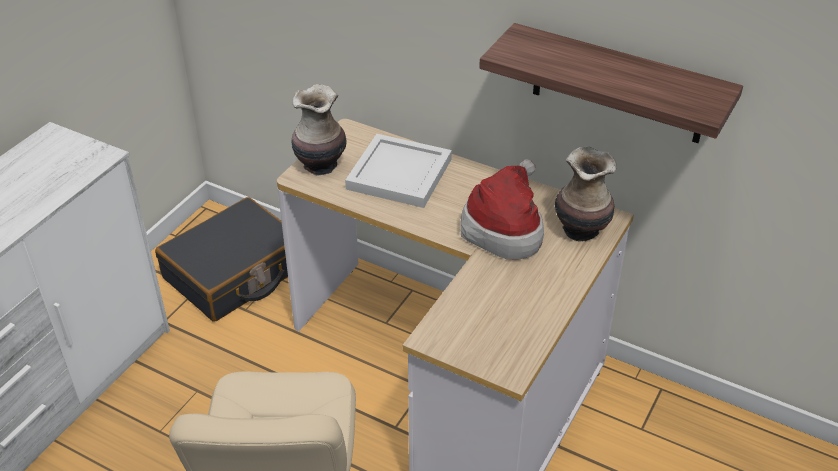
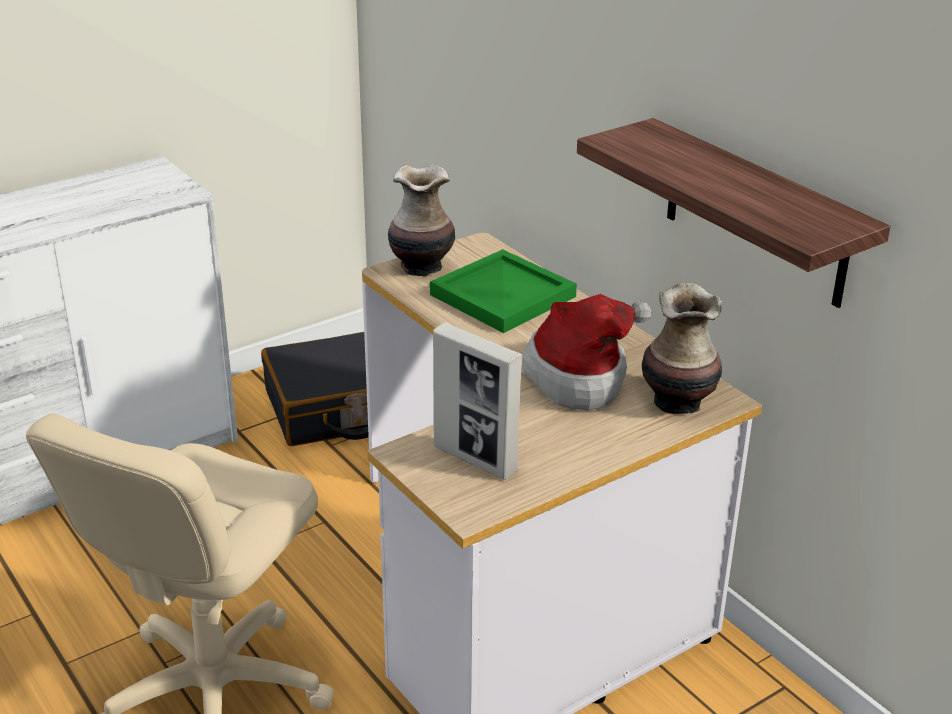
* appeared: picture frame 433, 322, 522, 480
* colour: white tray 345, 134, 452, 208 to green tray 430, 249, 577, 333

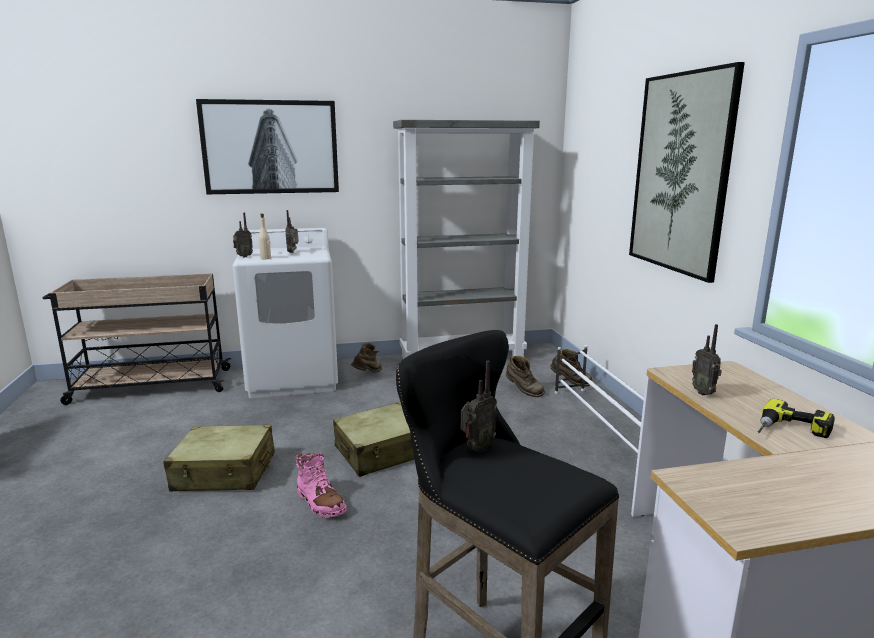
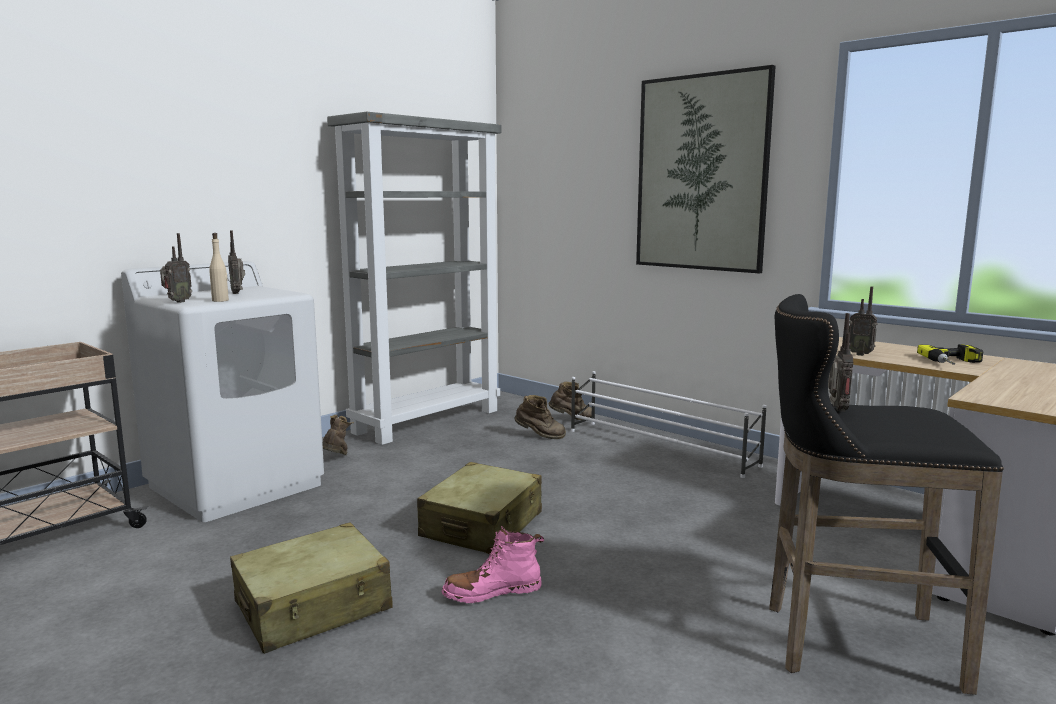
* missing: picture 196, 99, 339, 194
* spun: pink boot 295, 453, 347, 518 = 442, 525, 544, 603 150 degrees clockwise

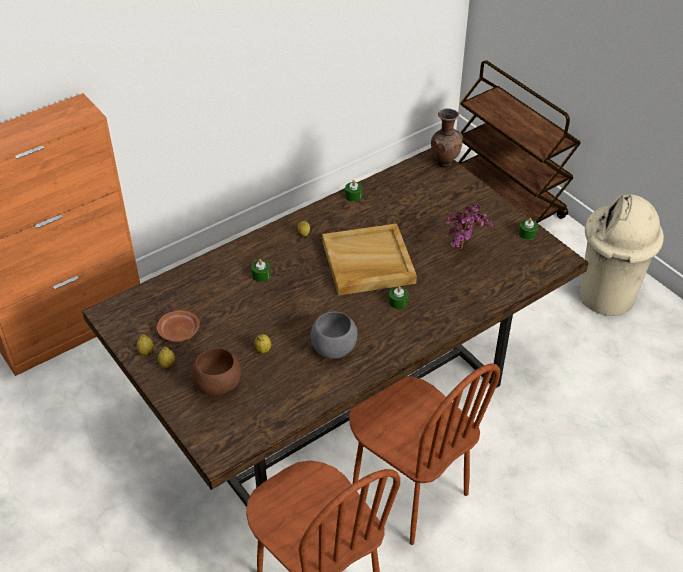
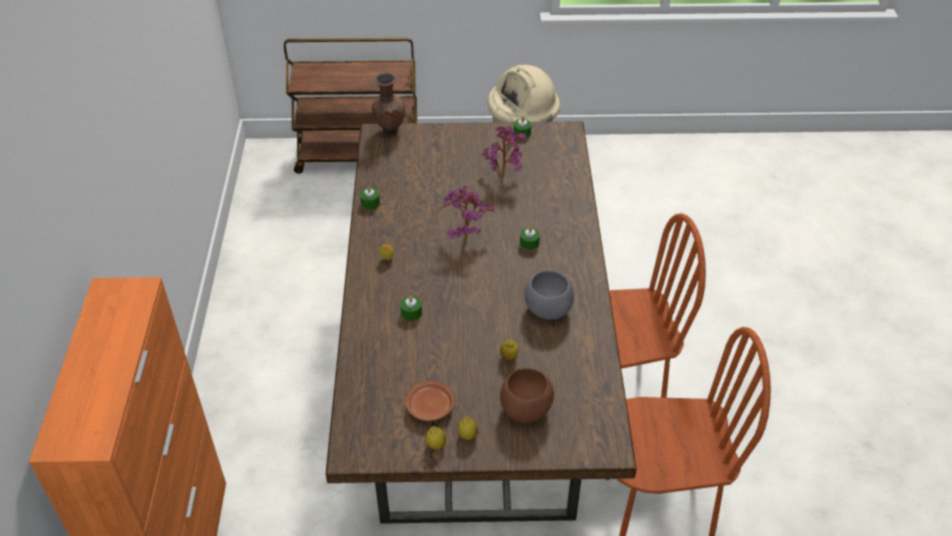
* exchanged: beige tray 322, 223, 417, 296 to potted plant 443, 186, 495, 242

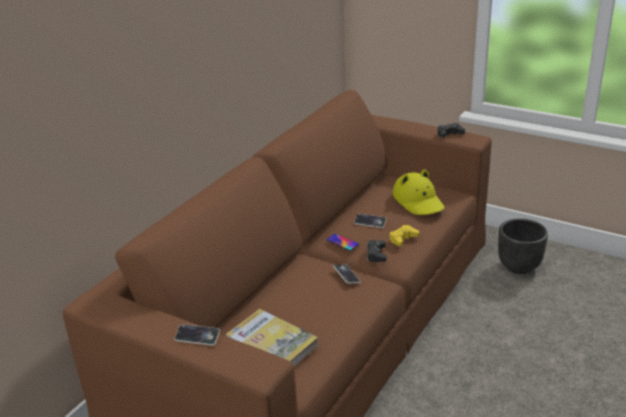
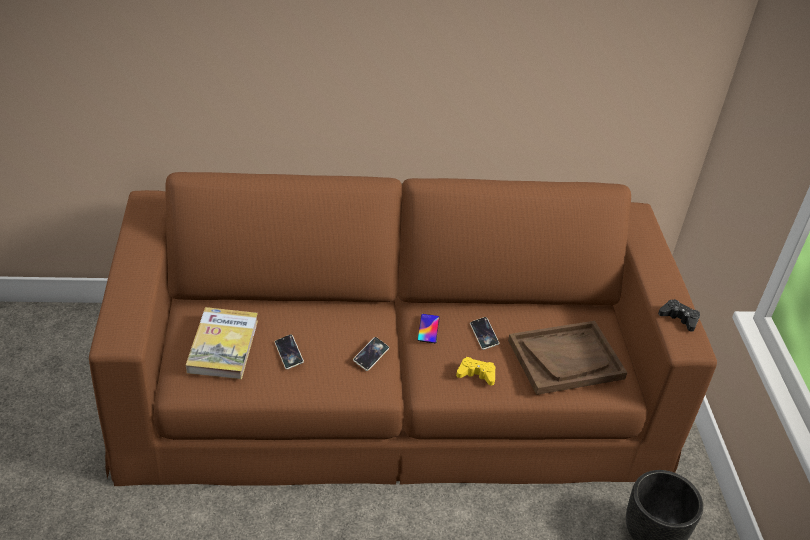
* missing: black game controller 366, 240, 387, 262
* relocated: phone 174, 324, 220, 346 to 275, 334, 304, 369
* exchanged: yellow hat 392, 169, 444, 215 to brown tray 508, 321, 627, 395

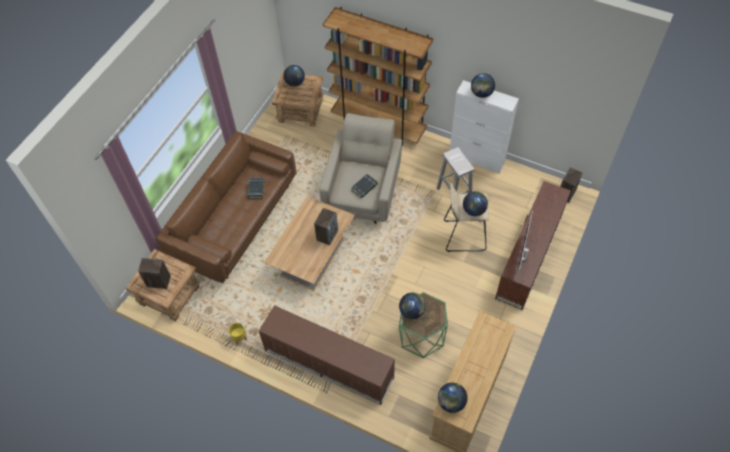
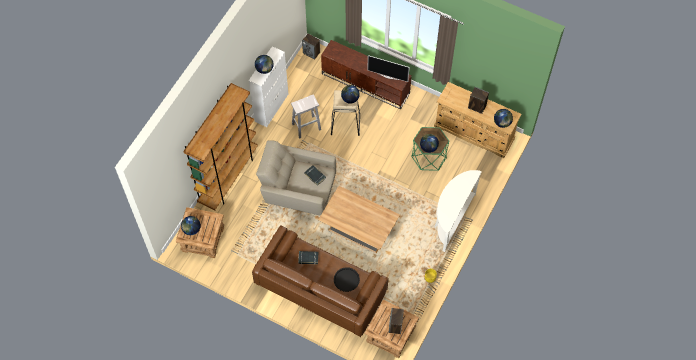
* appeared: black tray 334, 267, 360, 292
* relocated: speaker 314, 208, 338, 246 to 468, 87, 489, 114
* exchanged: brown tv stand 259, 305, 395, 405 to white console table 434, 170, 482, 252

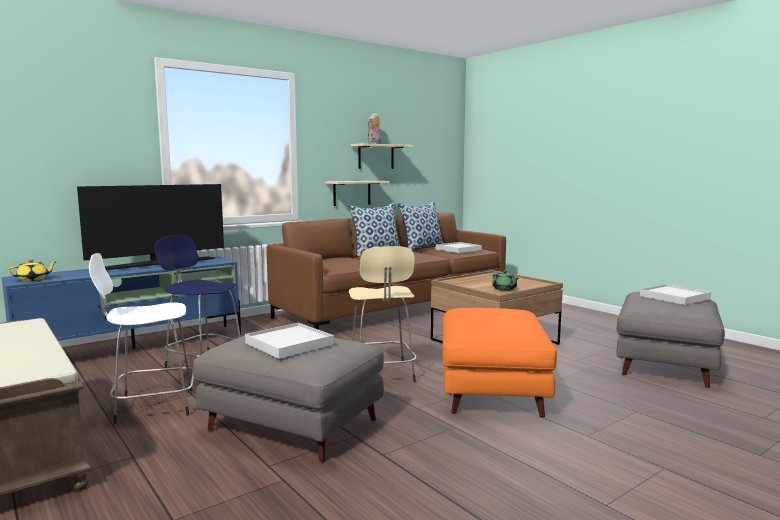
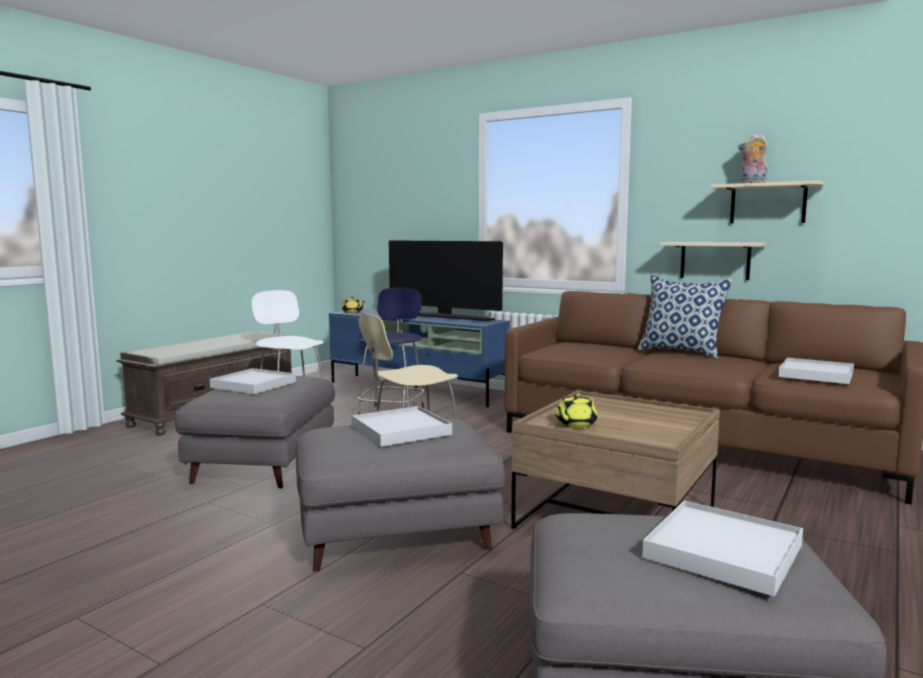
* missing: pillow 398, 201, 444, 251
* appeared: white tray 352, 406, 452, 447
* colour: orange ottoman 442, 308, 557, 418 to grey ottoman 295, 419, 505, 572
* colour: green teapot 492, 271, 519, 291 to yellow teapot 556, 393, 597, 428

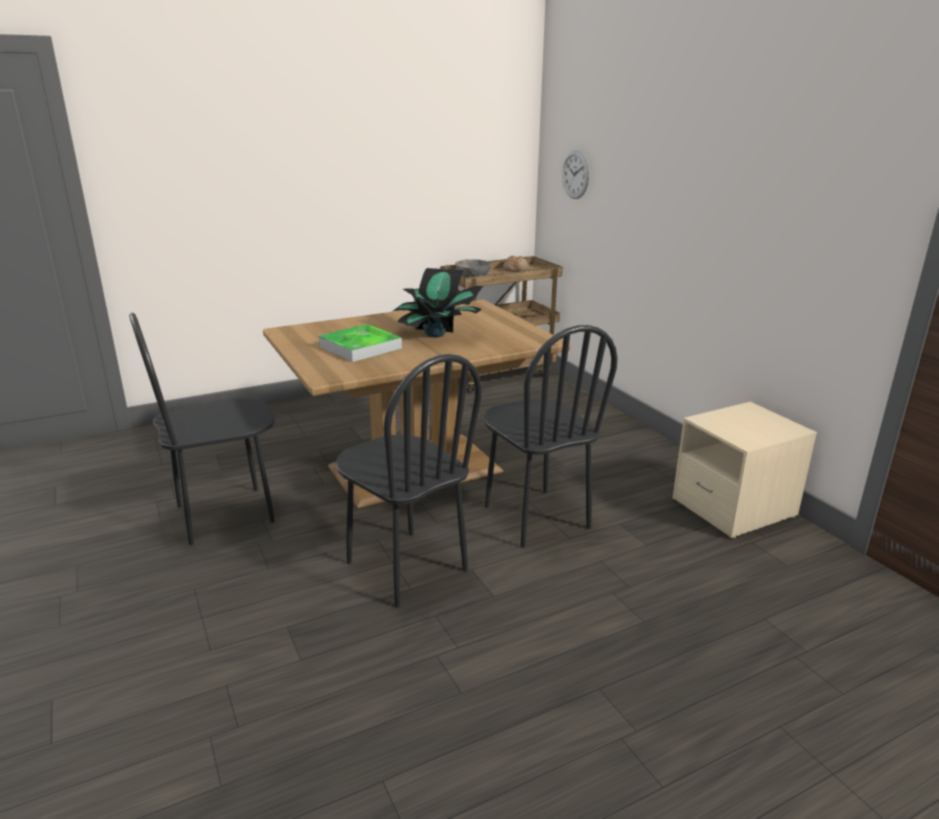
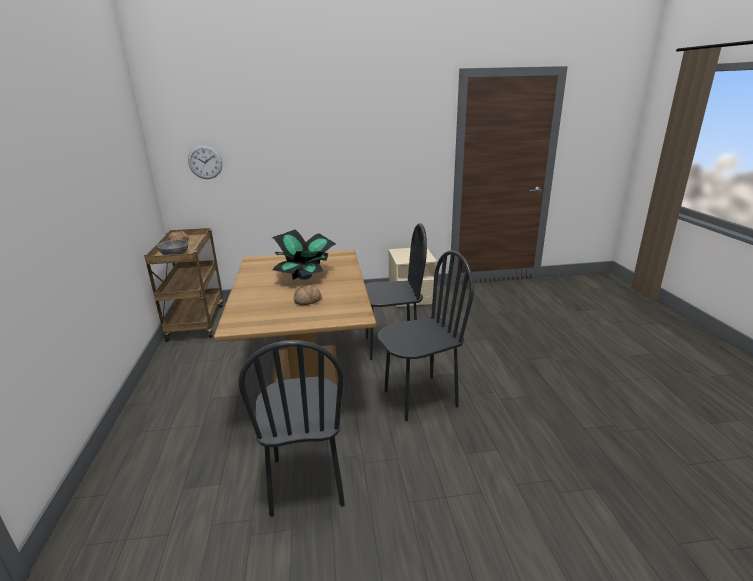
* exchanged: tray 319, 324, 402, 362 to bread 294, 285, 322, 306

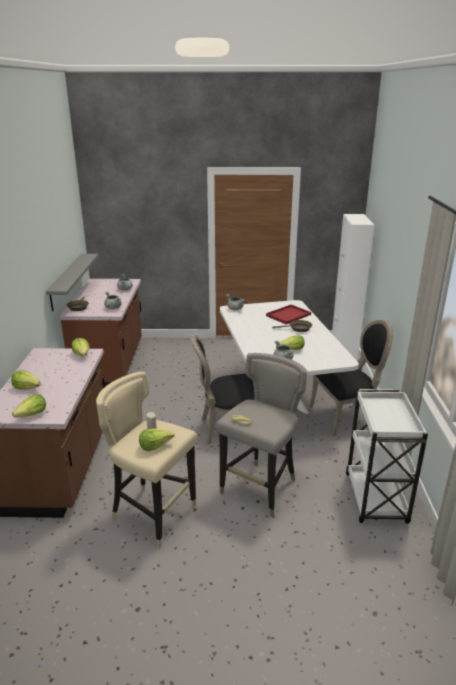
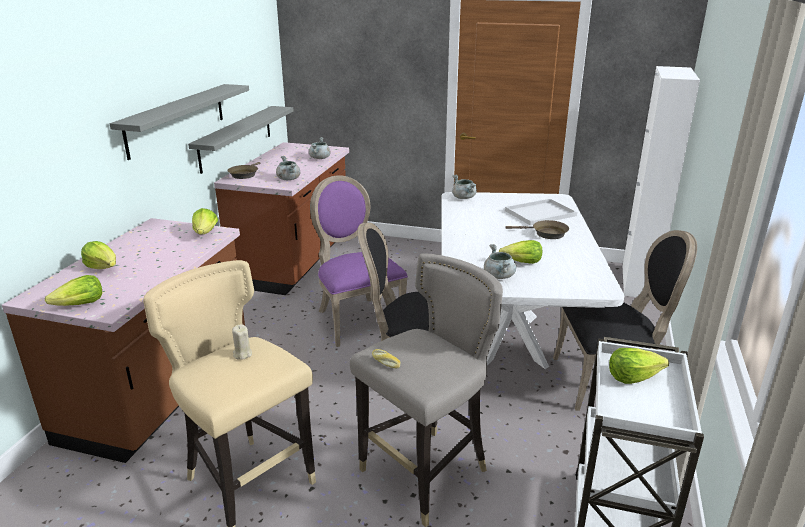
* appeared: grey shelf 109, 84, 249, 160
* appeared: purple chair 310, 175, 408, 347
* relocated: lettuce 139, 429, 175, 451 to 609, 348, 669, 384
* colour: red tray 266, 305, 311, 324 to white tray 505, 199, 577, 226

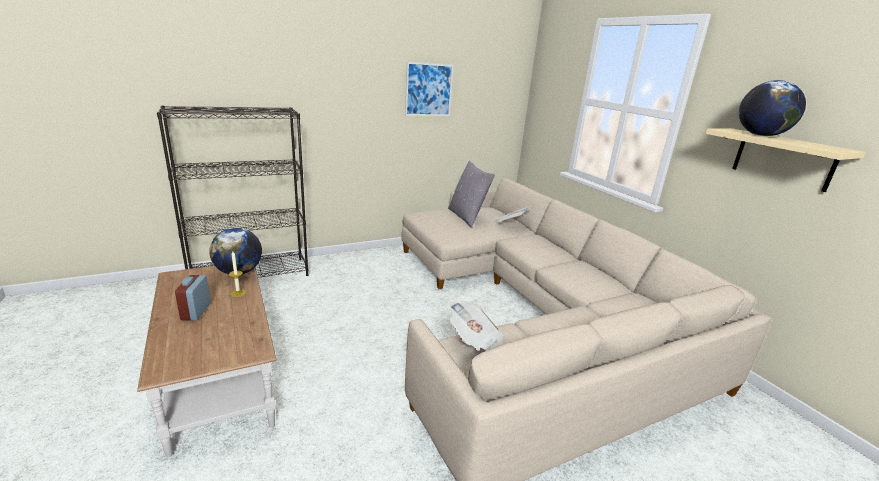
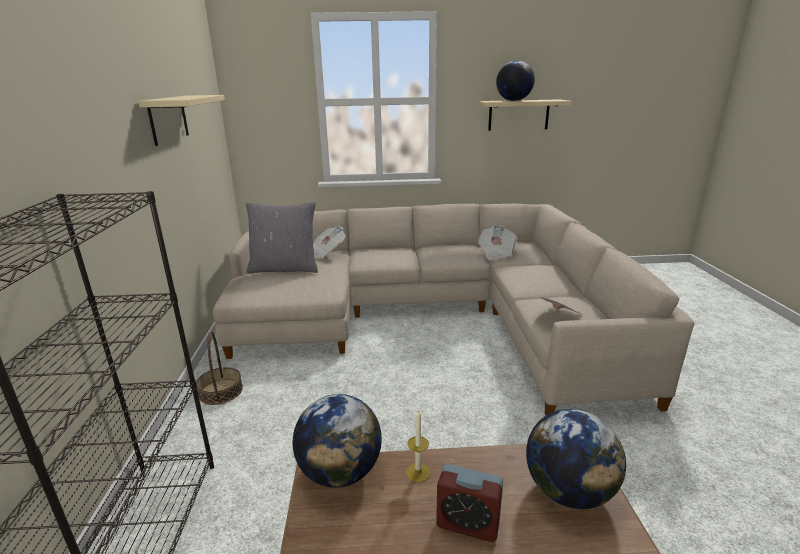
* appeared: basket 196, 331, 243, 405
* appeared: newspaper 478, 225, 518, 260
* appeared: globe 526, 409, 626, 509
* exchanged: picture 405, 62, 454, 116 to beige shelf 138, 95, 225, 146

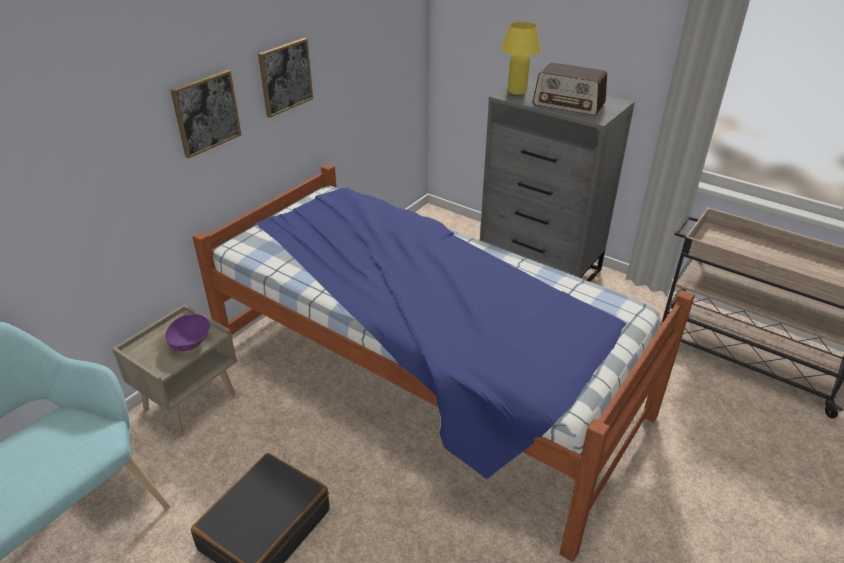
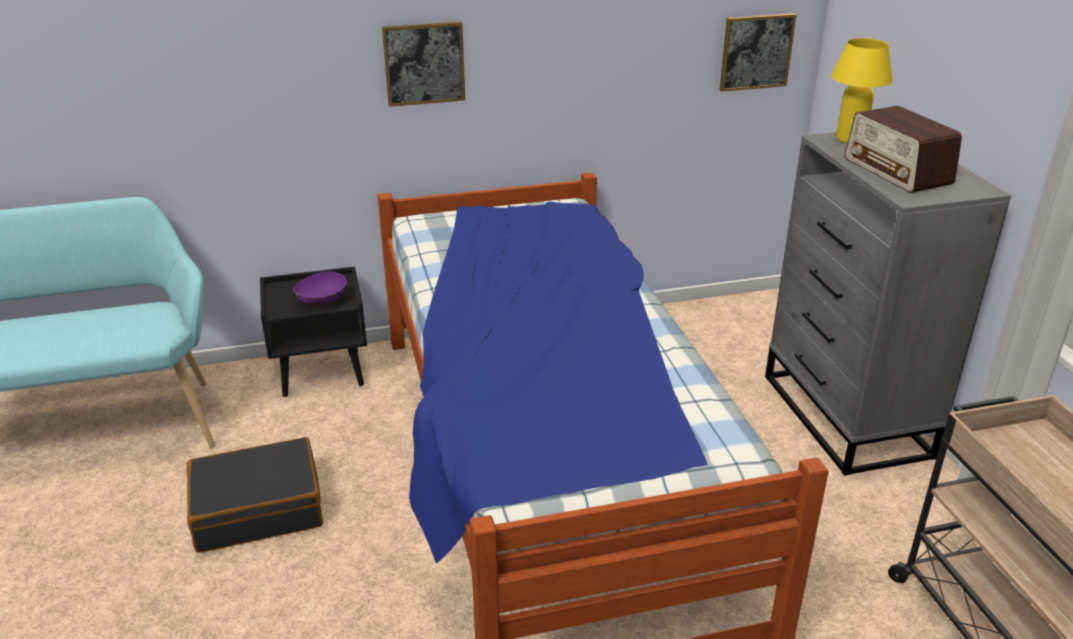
* relocated: picture 258, 38, 313, 118 to 719, 13, 796, 92
* colour: beige nightstand 112, 304, 237, 436 to black nightstand 260, 267, 367, 397

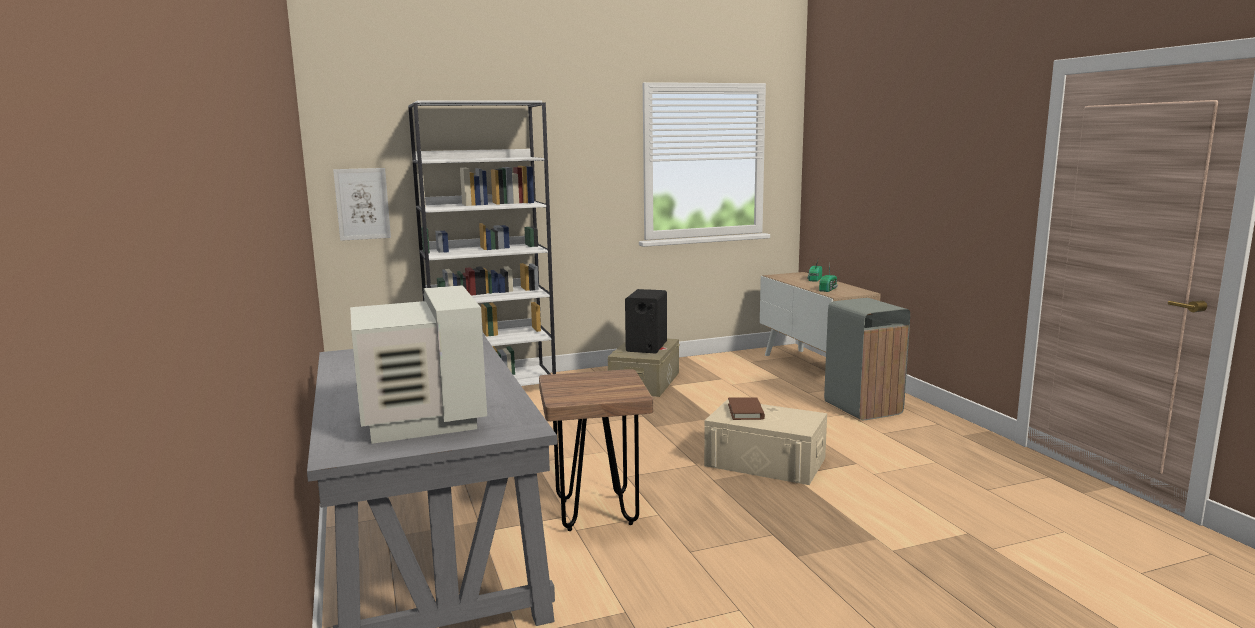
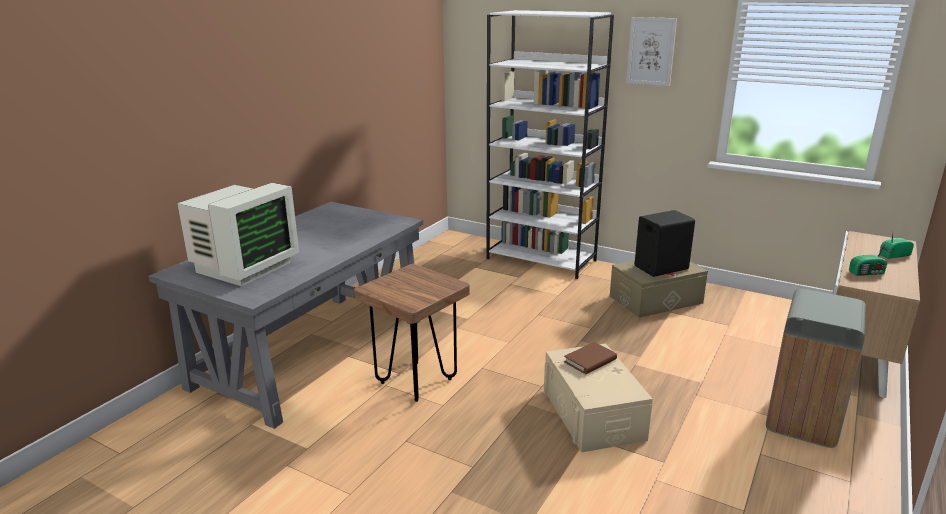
* relocated: picture 333, 168, 391, 241 to 626, 17, 677, 86

